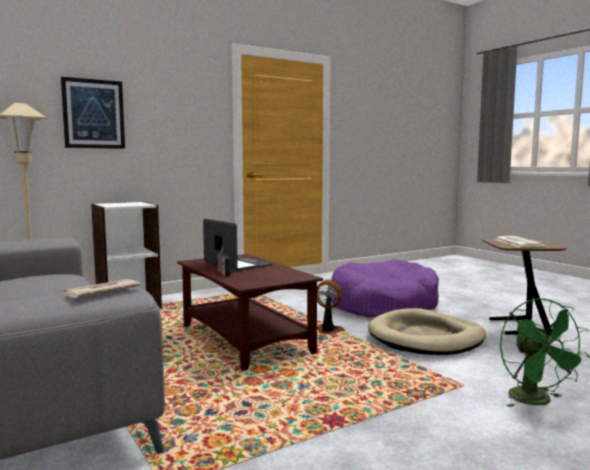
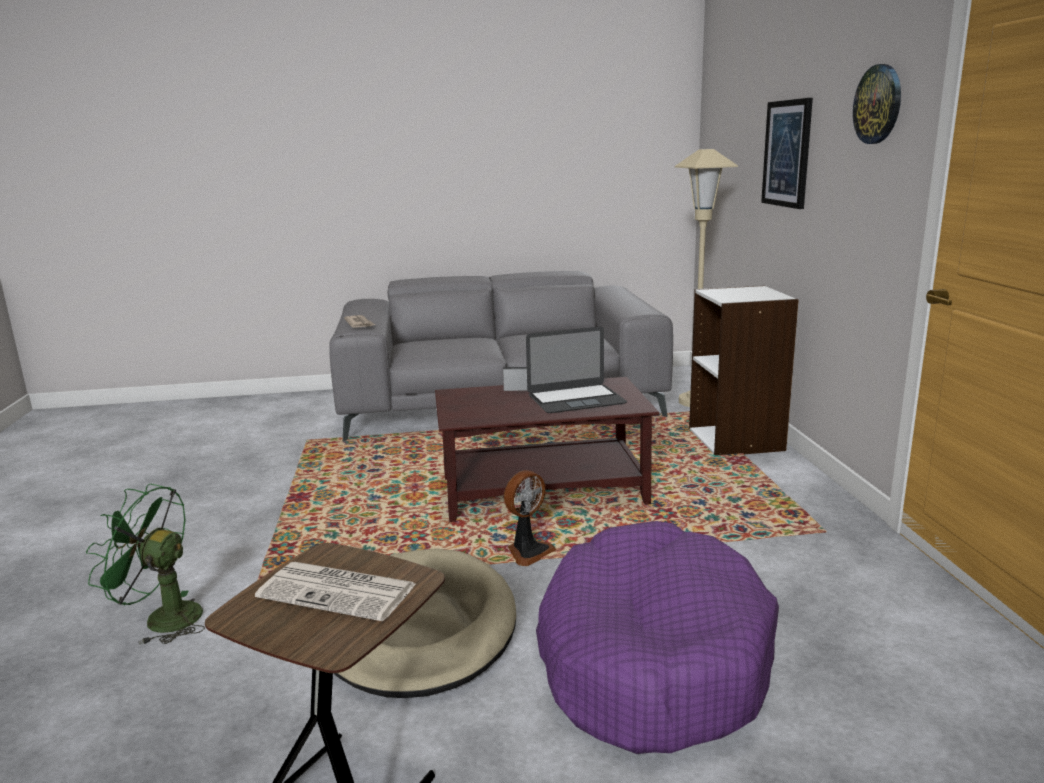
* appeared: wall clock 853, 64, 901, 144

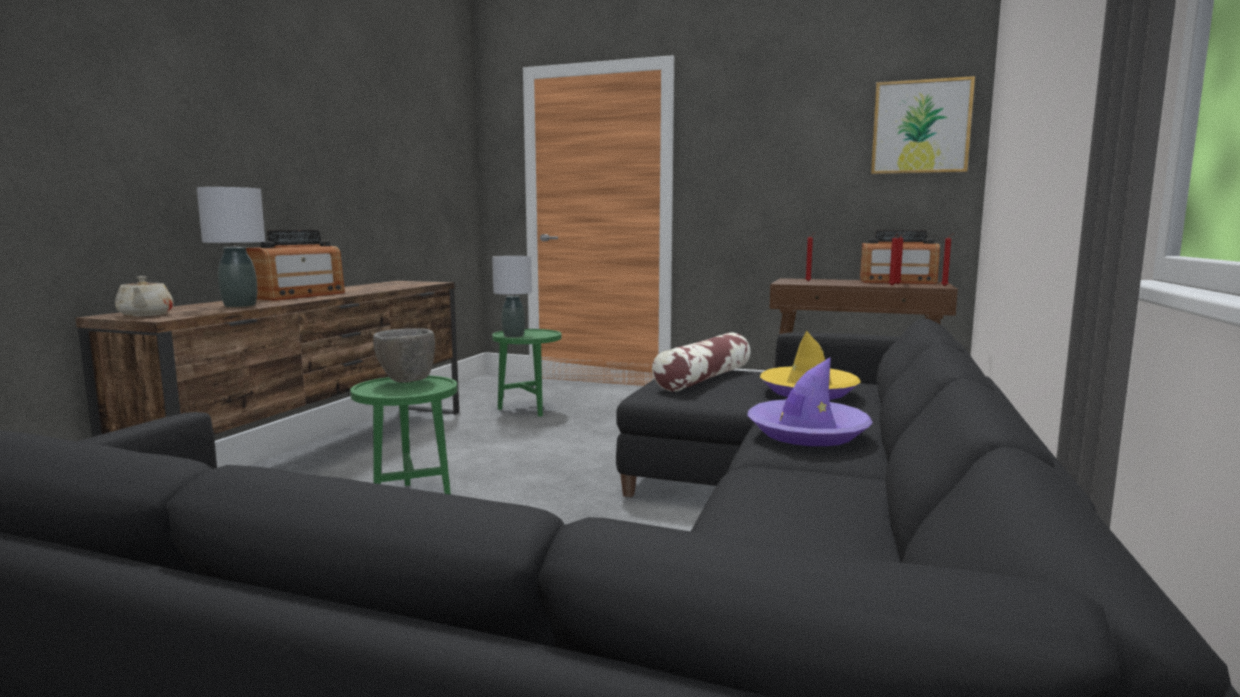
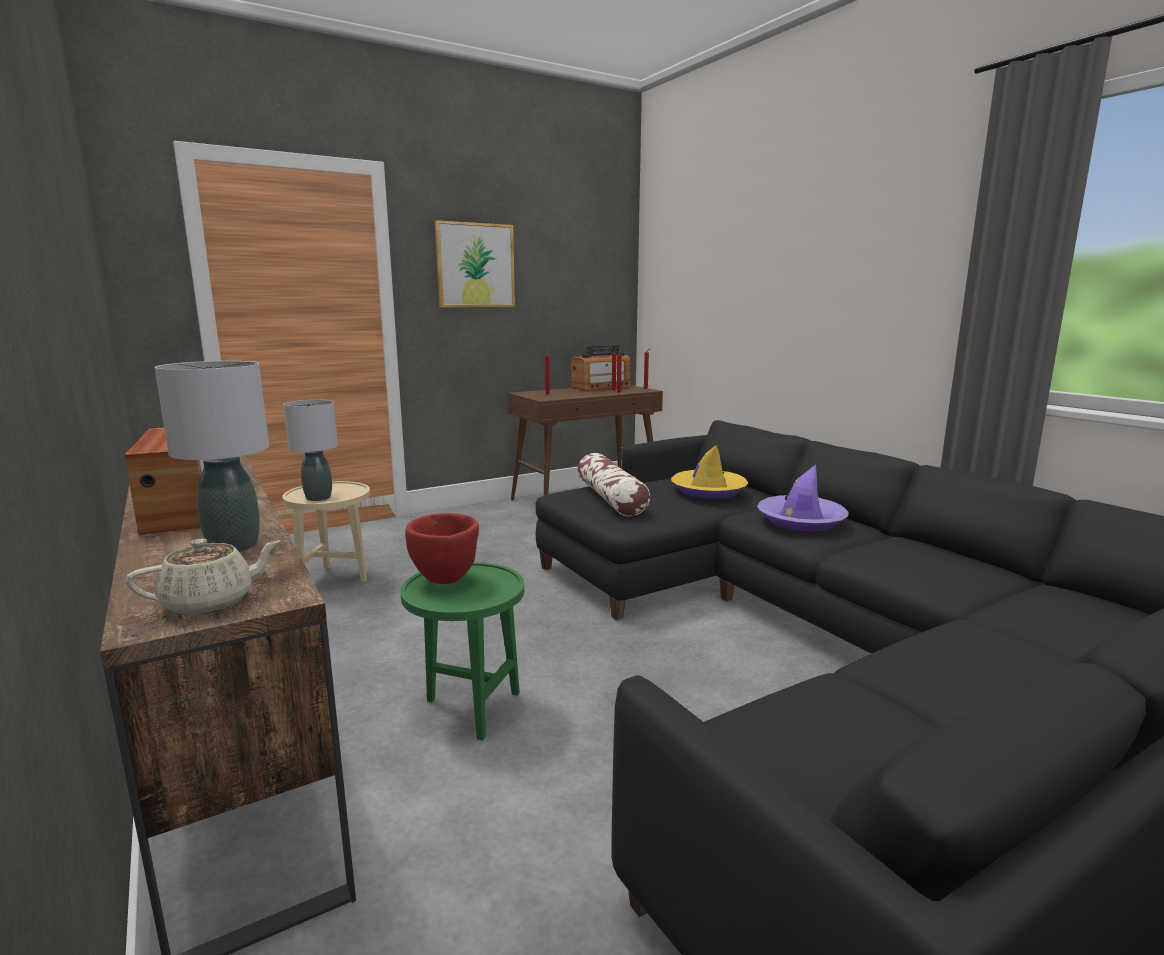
* relocated: picture 871, 76, 975, 174 to 435, 220, 515, 307
* colour: grey bowl 373, 328, 435, 383 to red bowl 405, 513, 479, 584
* colour: green side table 492, 329, 562, 417 to beige side table 282, 481, 370, 582
* spun: beige teapot 115, 276, 174, 316 = 126, 539, 281, 615 45 degrees counterclockwise

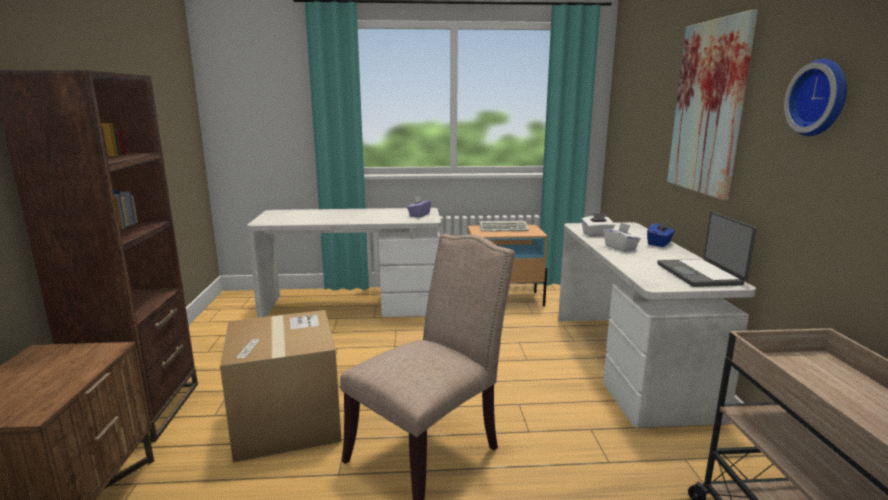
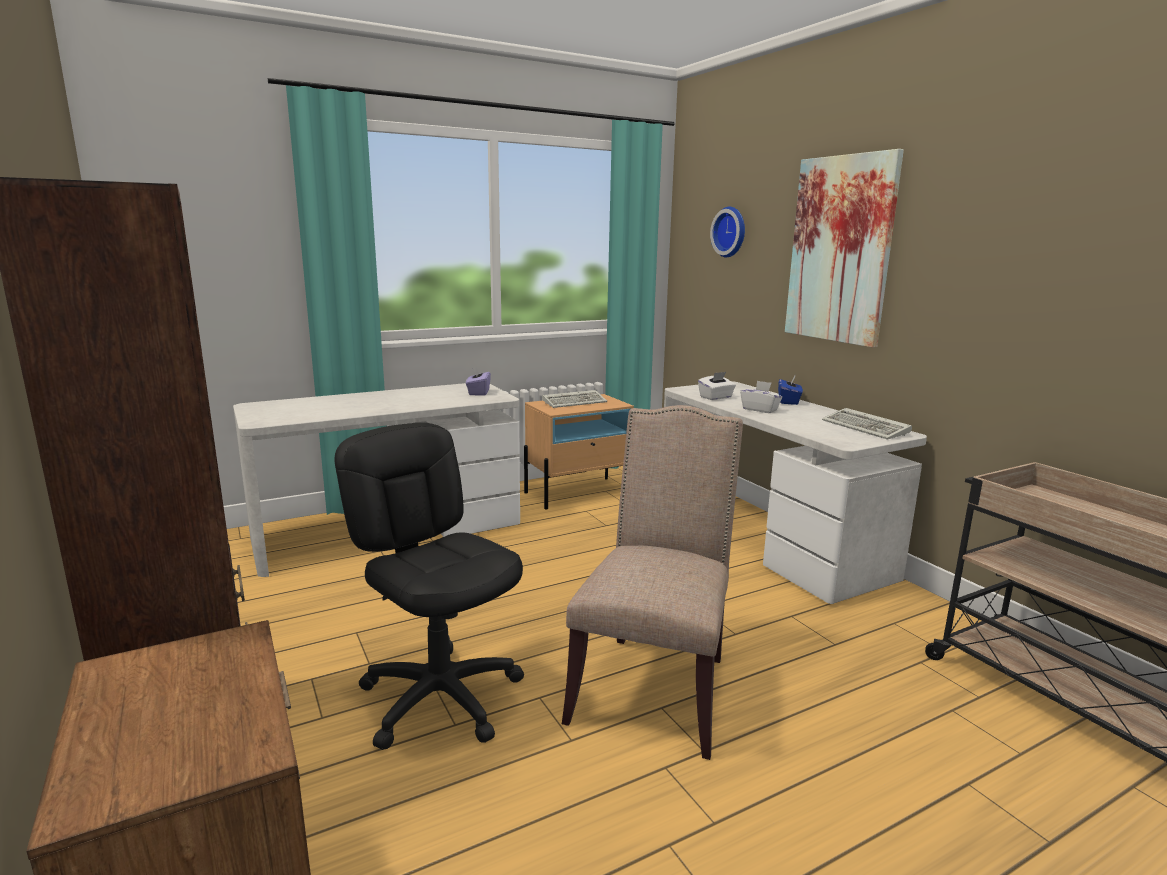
* relocated: wall clock 784, 59, 847, 136 to 710, 206, 745, 257
* exchanged: cardboard box 220, 310, 342, 462 to black office chair 335, 423, 524, 750
* exchanged: laptop 657, 212, 757, 287 to keyboard 822, 408, 912, 440

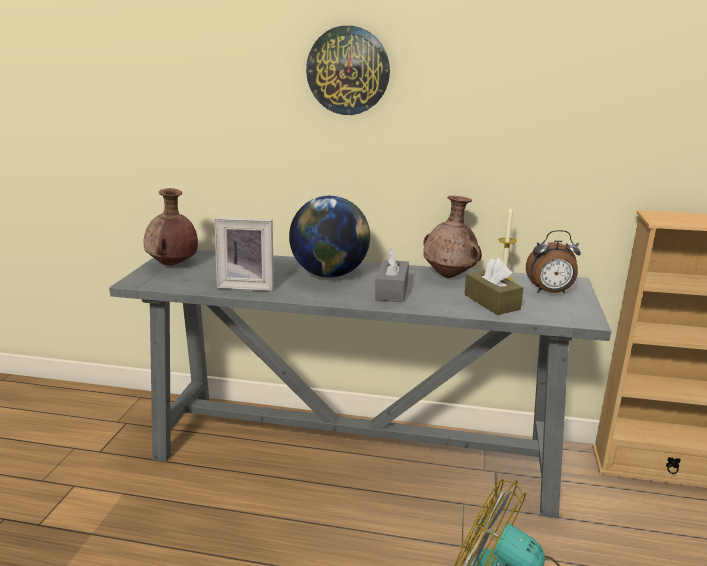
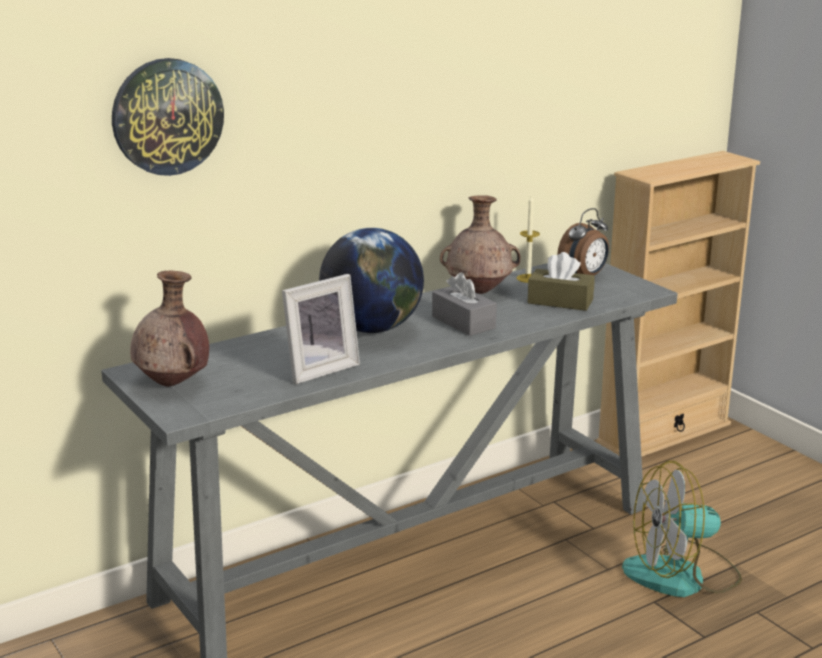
* relocated: wall clock 306, 26, 390, 115 to 112, 58, 224, 176

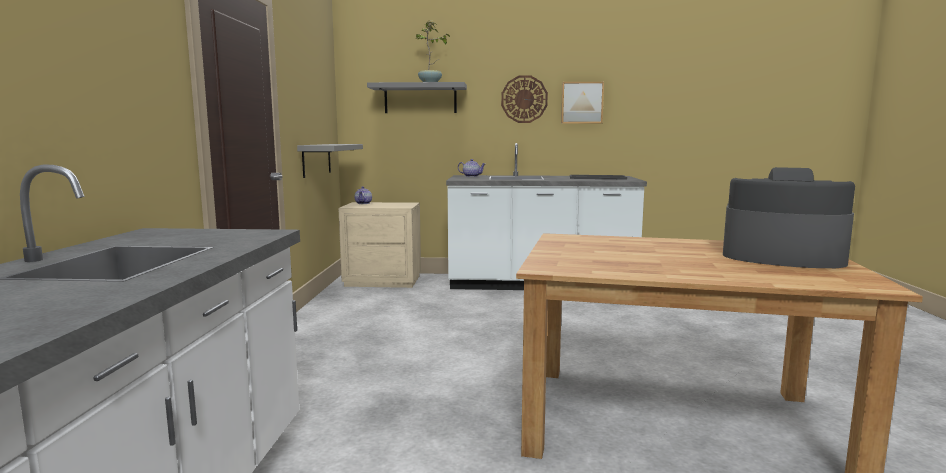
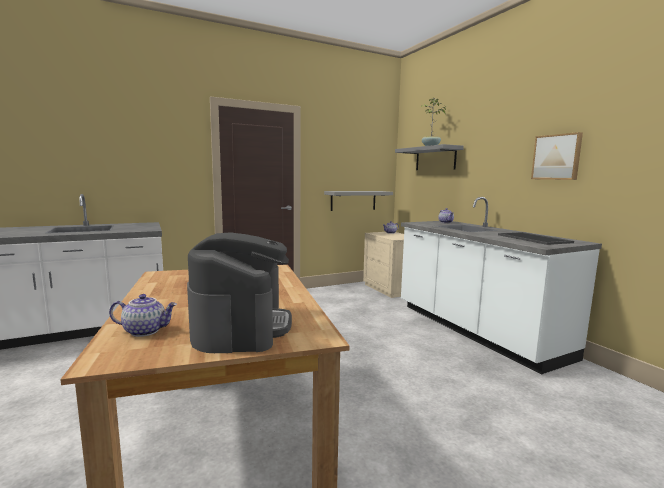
* missing: wall clock 501, 75, 548, 123
* appeared: teapot 109, 294, 177, 337

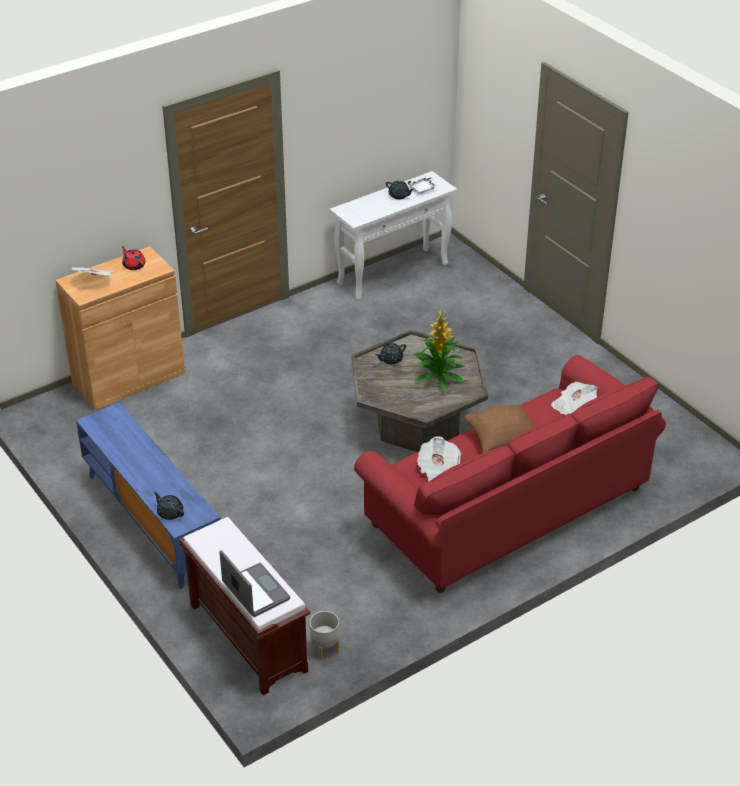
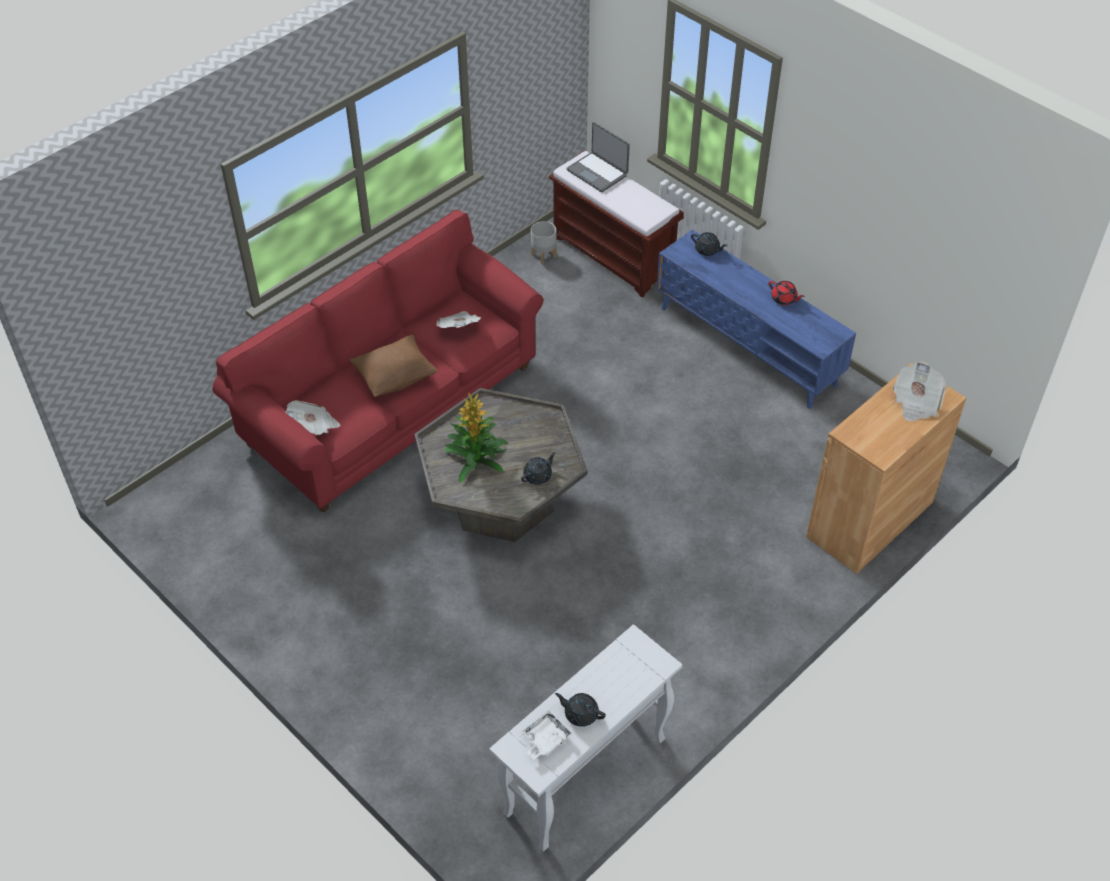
* relocated: red teapot 121, 246, 146, 270 to 768, 281, 805, 305

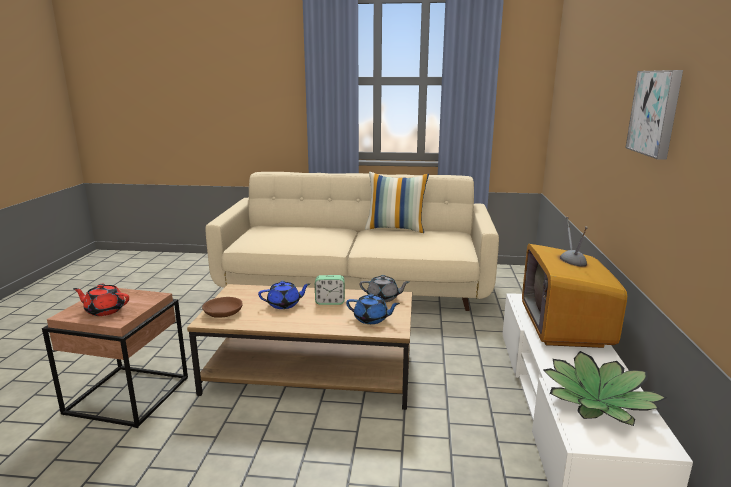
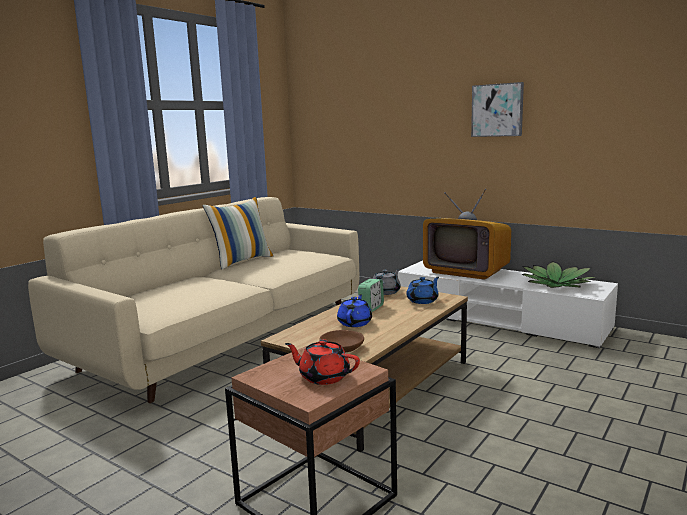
* spun: red teapot 73, 284, 129, 316 = 285, 339, 360, 385 75 degrees clockwise

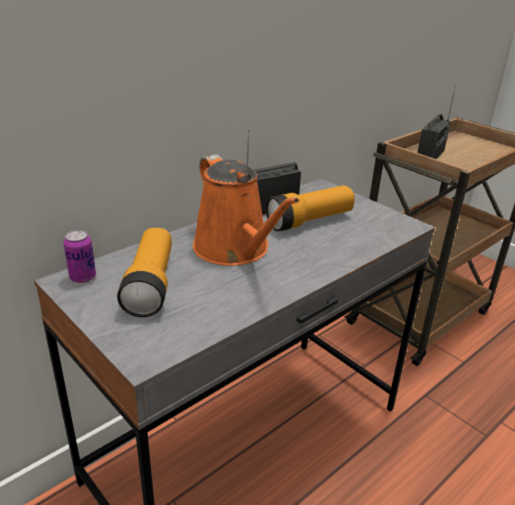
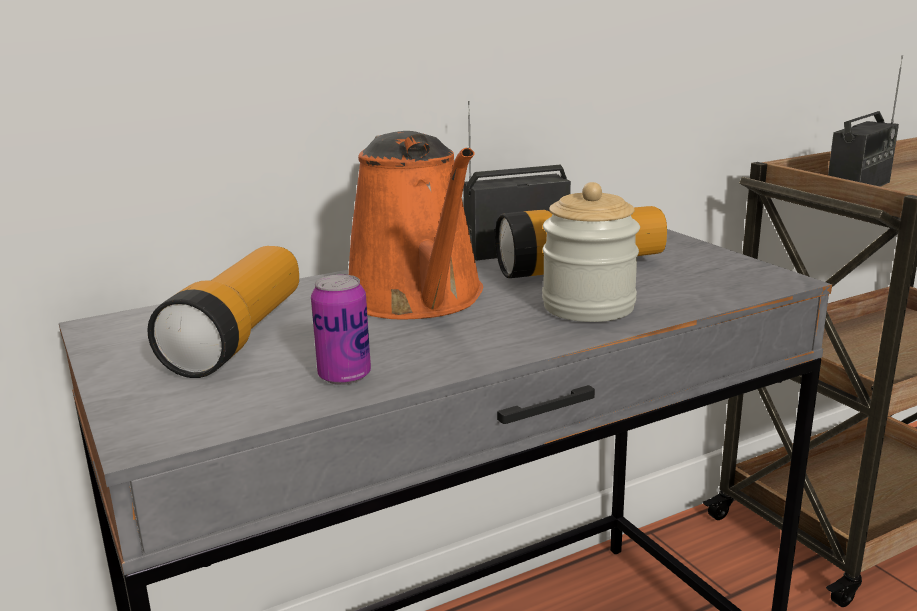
* appeared: jar 542, 182, 640, 322
* relocated: can 63, 230, 96, 283 to 311, 274, 371, 385

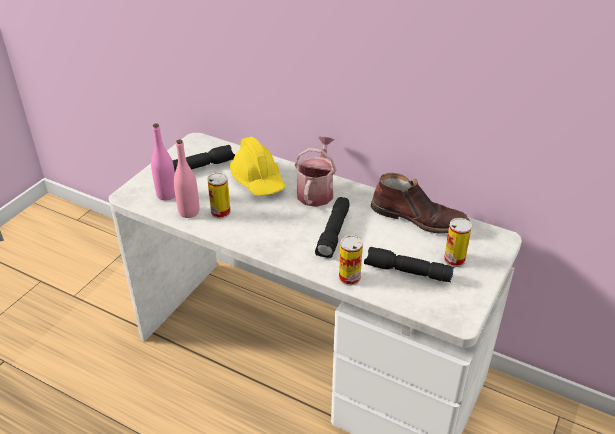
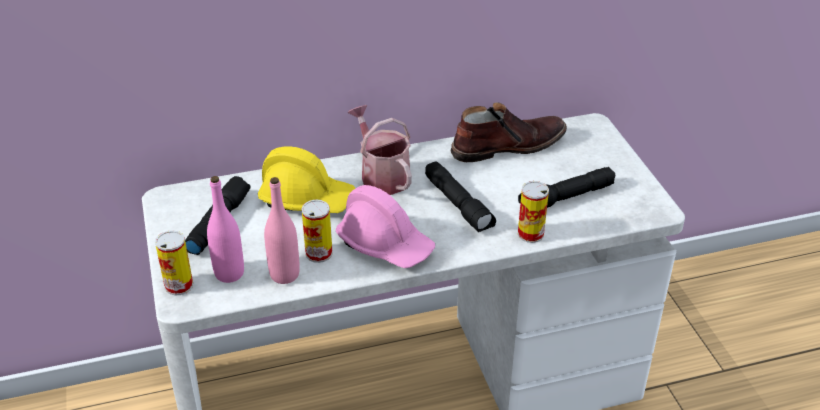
* appeared: pink hard hat 336, 185, 435, 268
* relocated: can 444, 218, 472, 267 to 155, 230, 193, 296

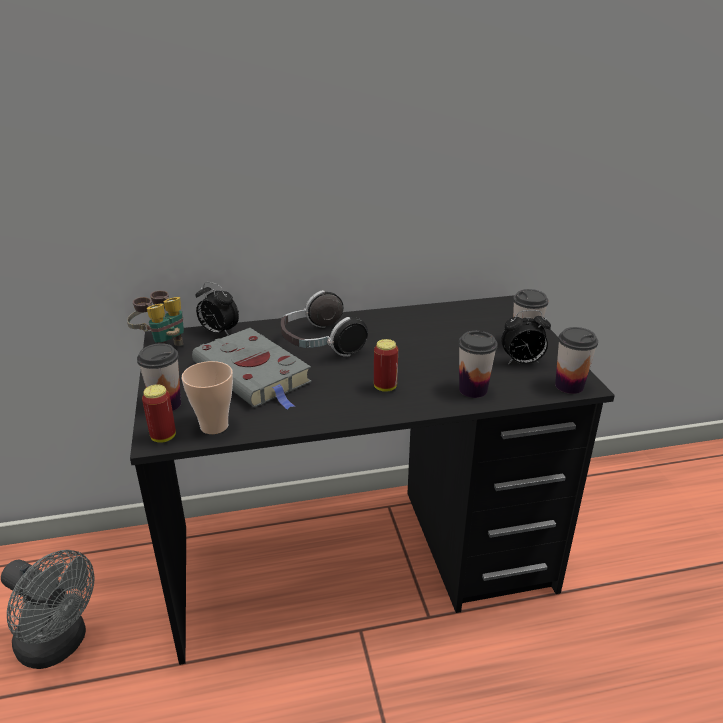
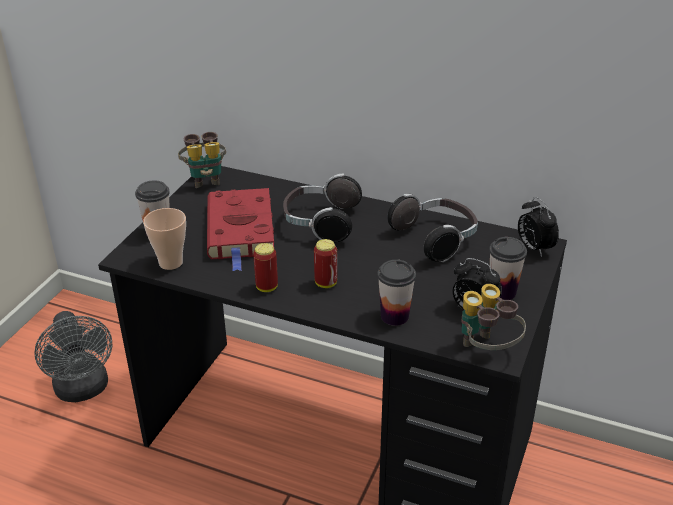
* appeared: headphones 387, 194, 478, 262
* relocated: can 142, 384, 176, 443 to 253, 243, 278, 292
* relocated: alarm clock 196, 282, 239, 336 to 518, 197, 559, 257
* exchanged: cup 555, 327, 598, 394 to binoculars 462, 284, 526, 350
* colour: grey book 192, 328, 312, 410 to red book 207, 188, 274, 271

